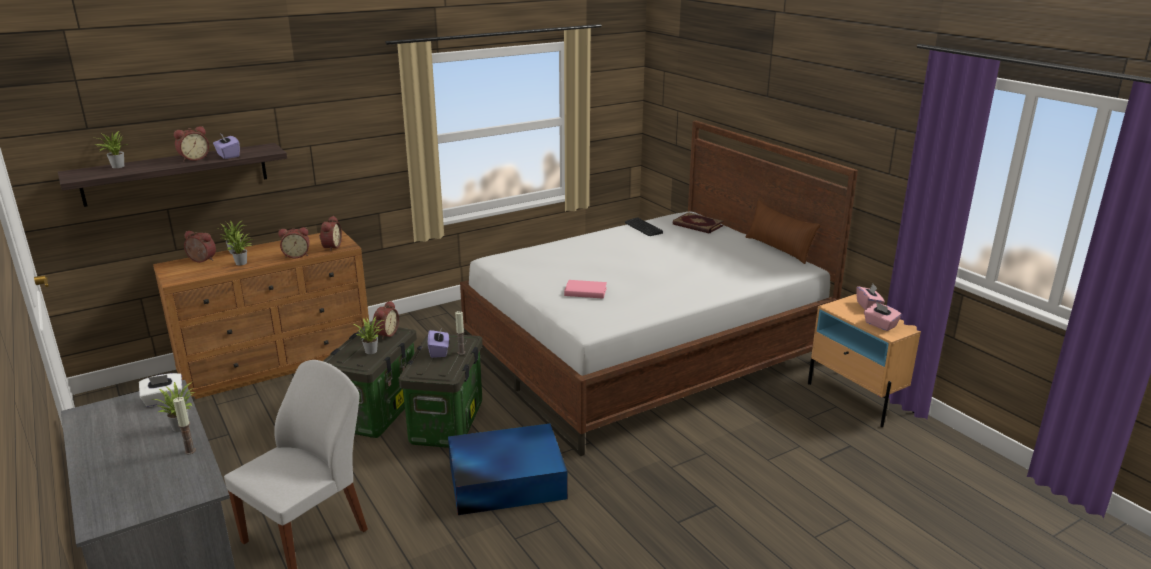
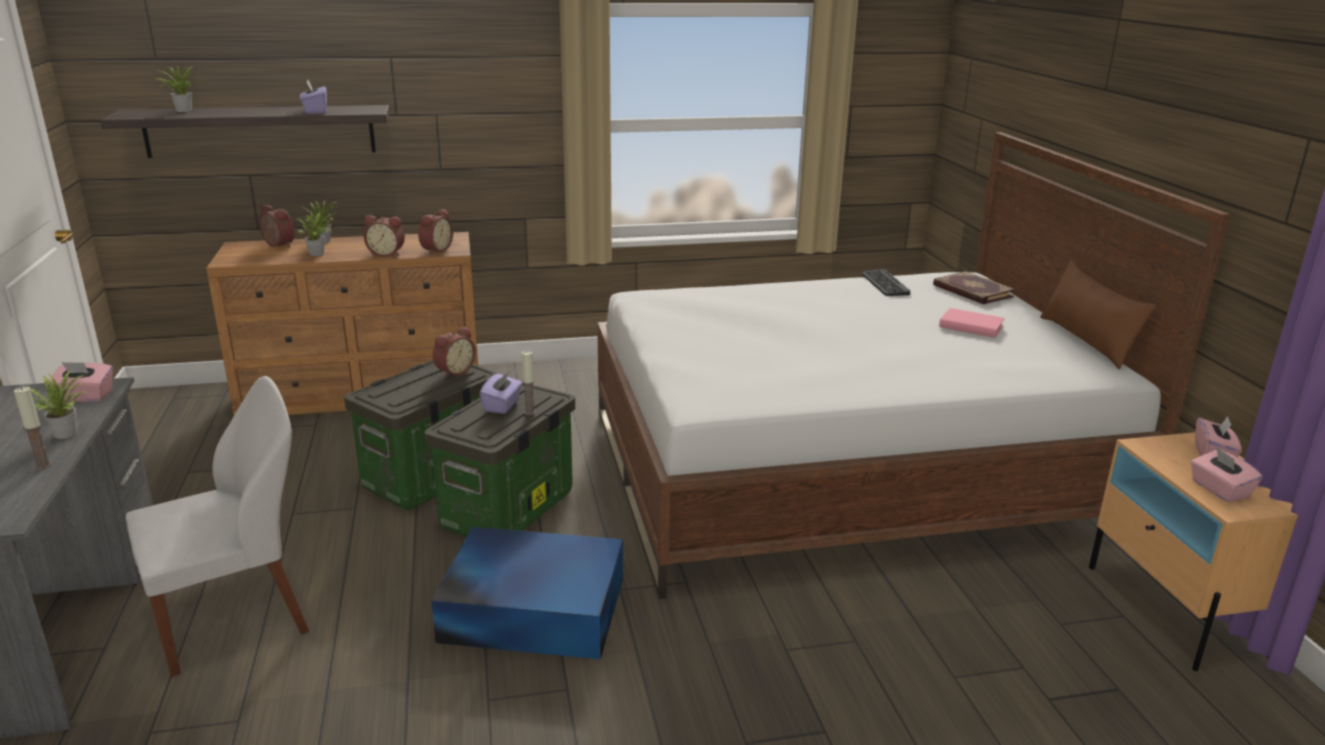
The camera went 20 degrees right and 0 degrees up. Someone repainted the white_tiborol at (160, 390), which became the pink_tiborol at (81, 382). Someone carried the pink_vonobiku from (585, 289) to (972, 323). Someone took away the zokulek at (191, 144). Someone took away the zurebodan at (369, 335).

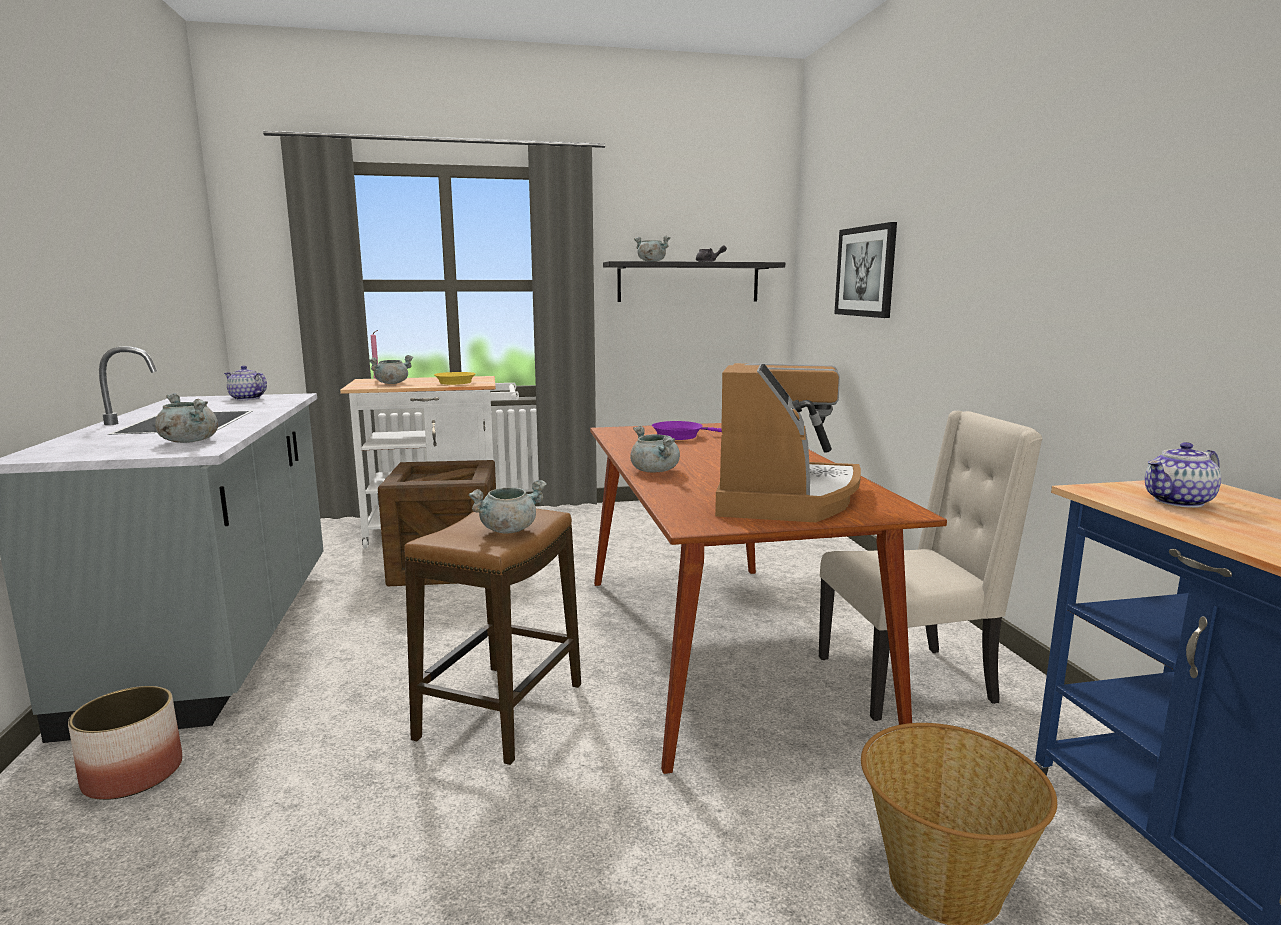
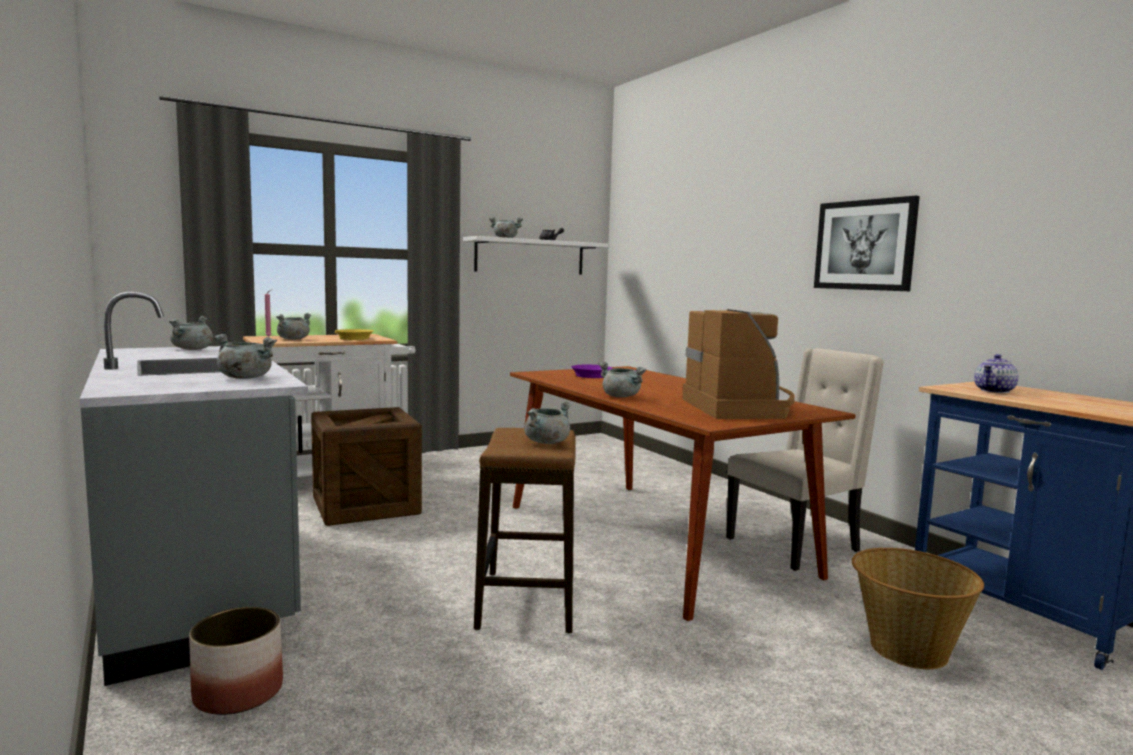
The camera went 20 degrees left and 5 degrees down. Someone swapped the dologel at (245, 382) for the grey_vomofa at (191, 333). Someone repainted the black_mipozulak at (694, 281), which became the white_mipozulak at (536, 255). Someone carried the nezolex from (865, 270) to (867, 243).

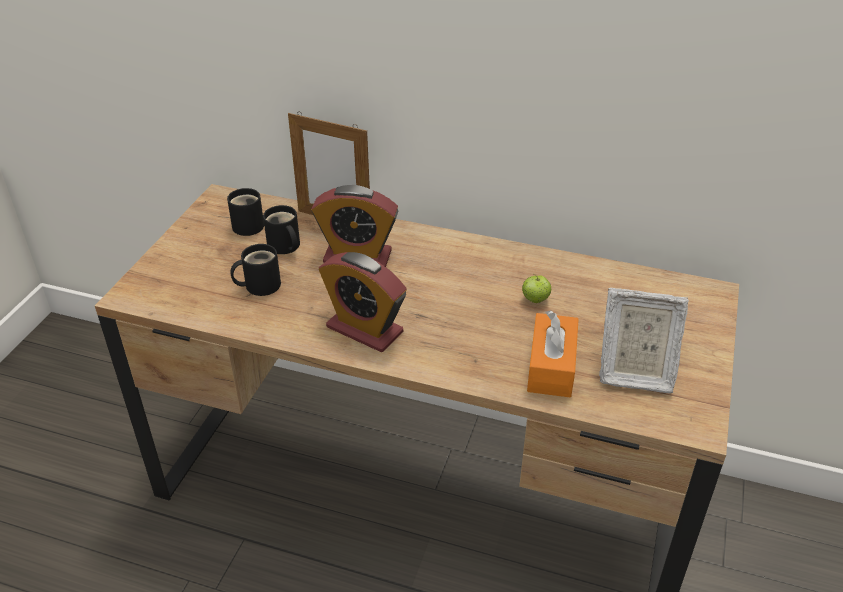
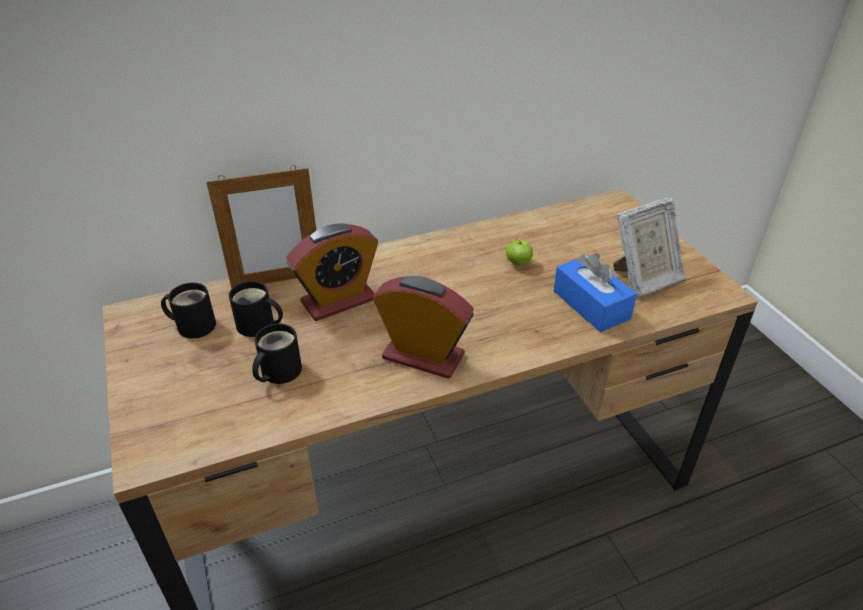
The camera went 40 degrees left and 0 degrees up. Someone rotated the zokulek at (363, 302) by 150 degrees counterclockwise. Someone repainted the orange_tiborol at (553, 353), which became the blue_tiborol at (595, 292).

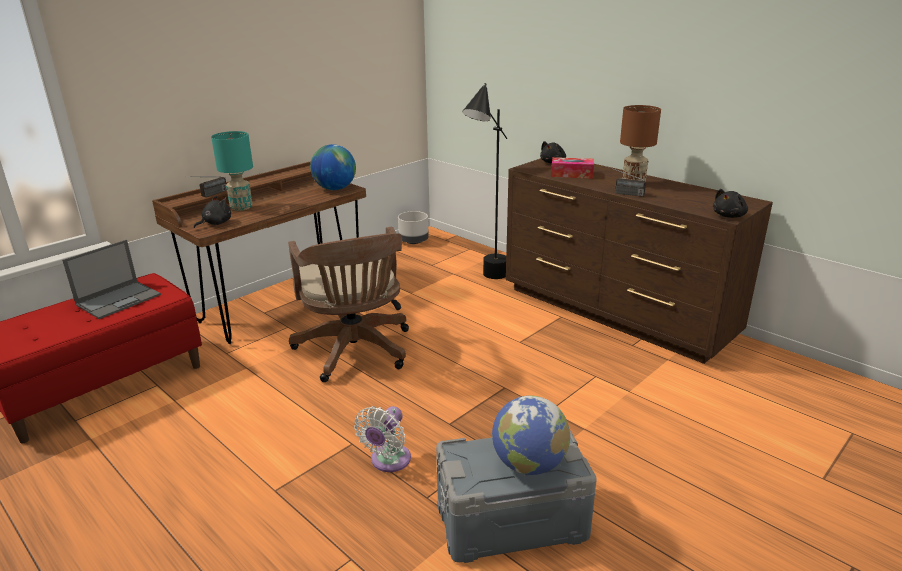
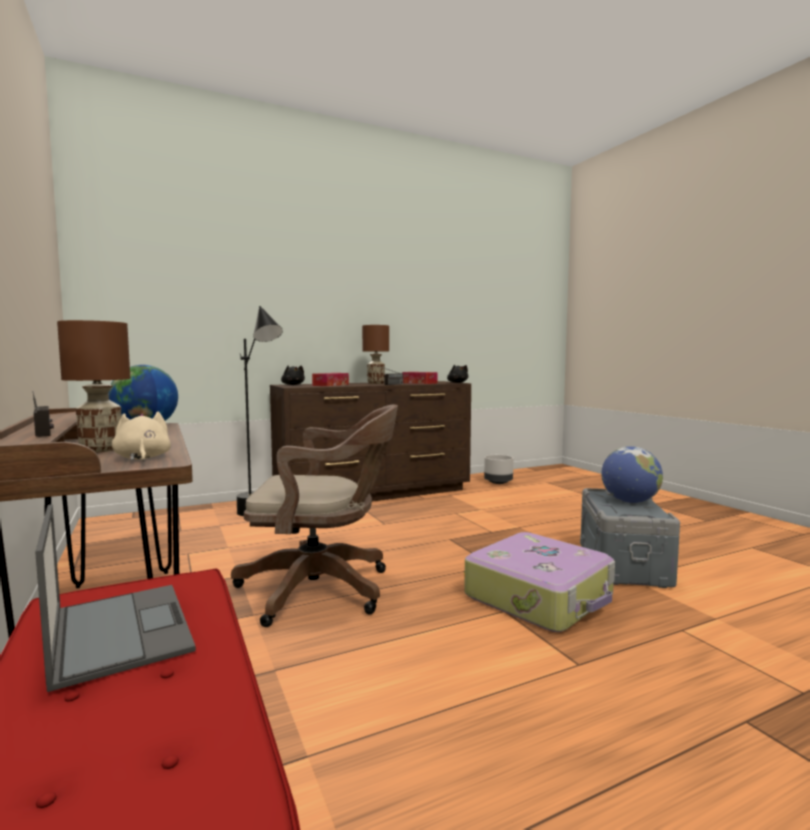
The camera went 70 degrees left and 20 degrees down. Someone repainted the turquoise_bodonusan at (232, 171), which became the brown_bodonusan at (94, 386). Someone repainted the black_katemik at (212, 212), which became the beige_katemik at (141, 437). Someone put down the tiborol at (419, 378). Someone swapped the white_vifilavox at (382, 439) for the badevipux at (539, 582). Someone carried the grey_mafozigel from (413, 227) to (498, 469).

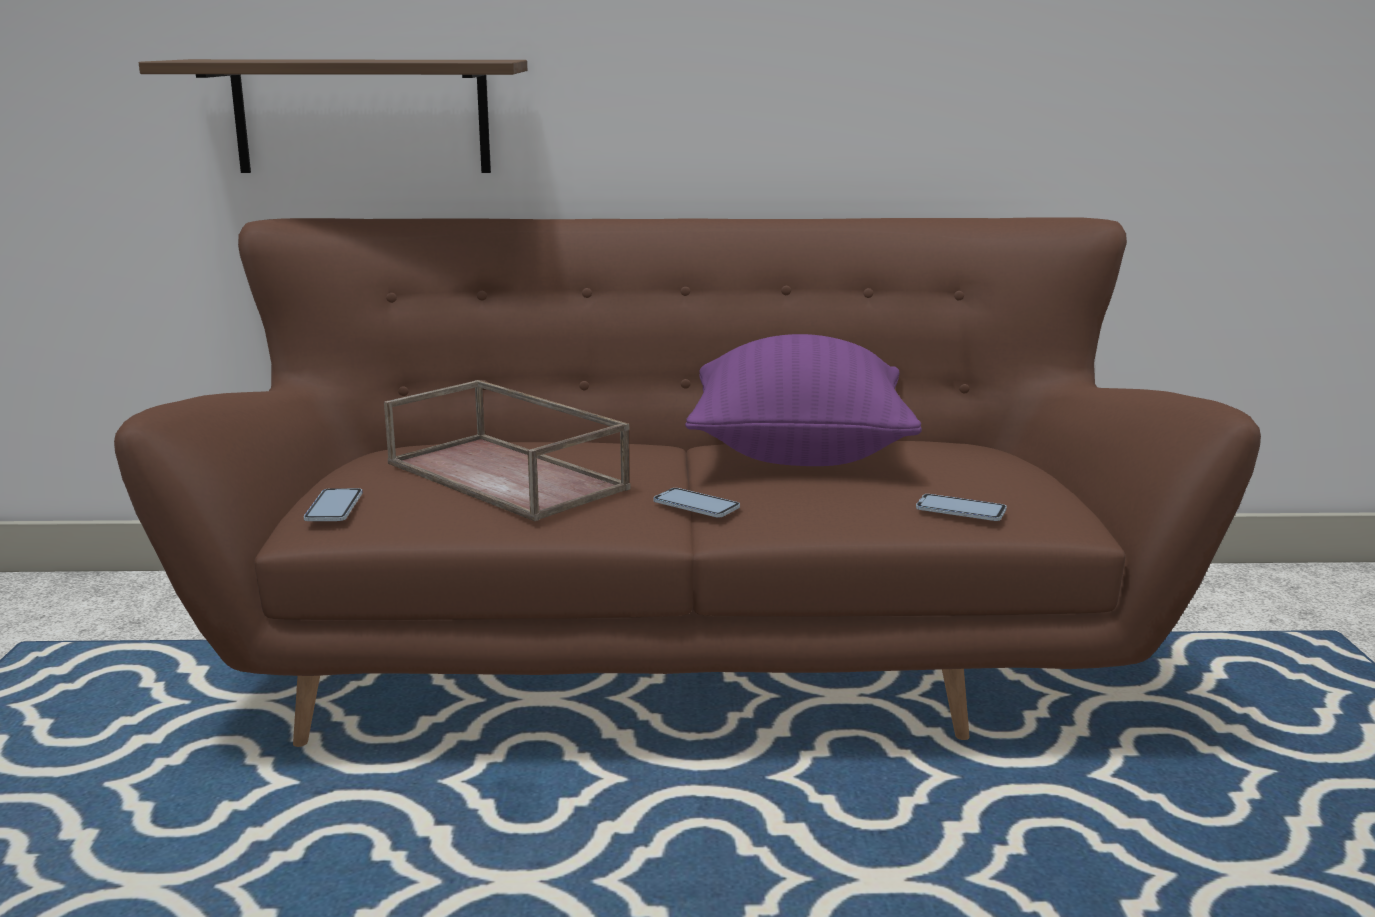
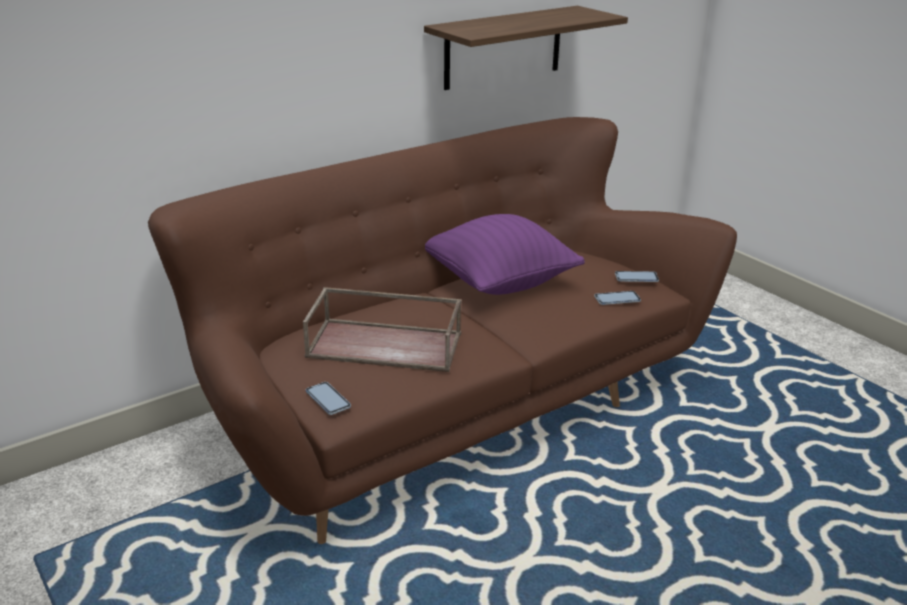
The camera went 35 degrees left and 10 degrees up. Someone carried the mipozulak from (333, 116) to (526, 48). Someone carried the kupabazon from (696, 503) to (637, 276).

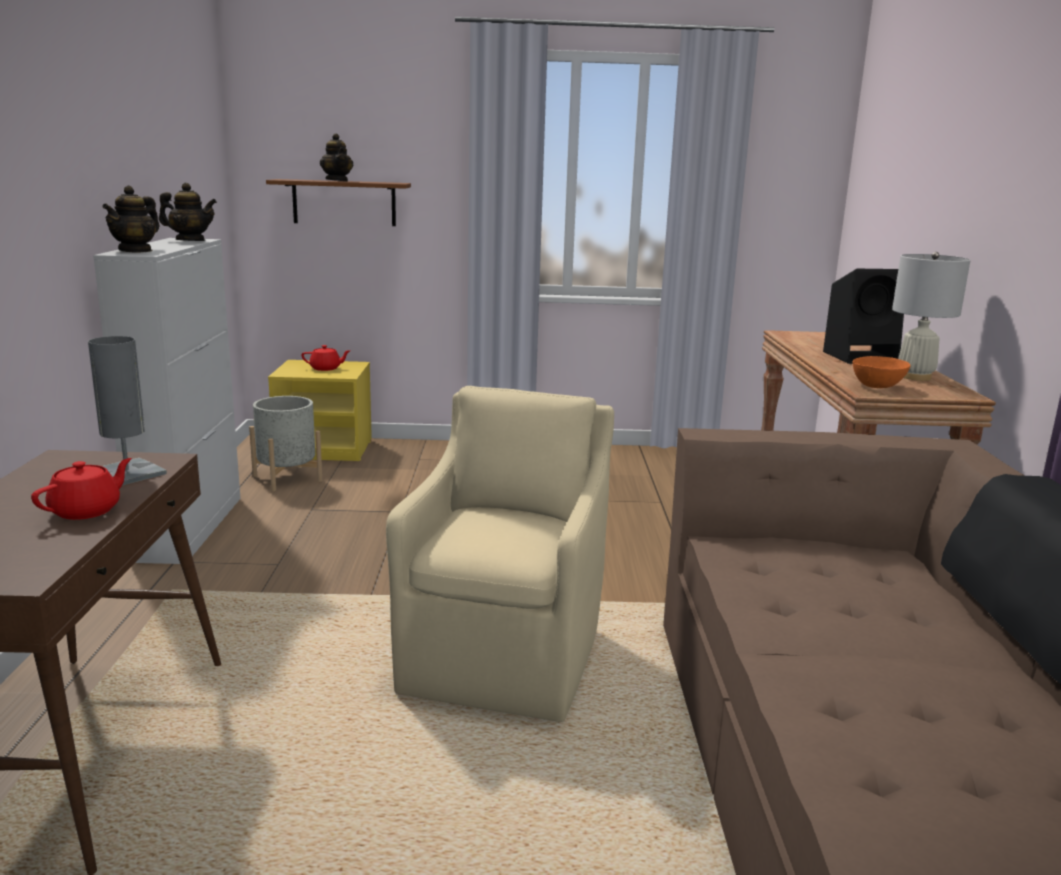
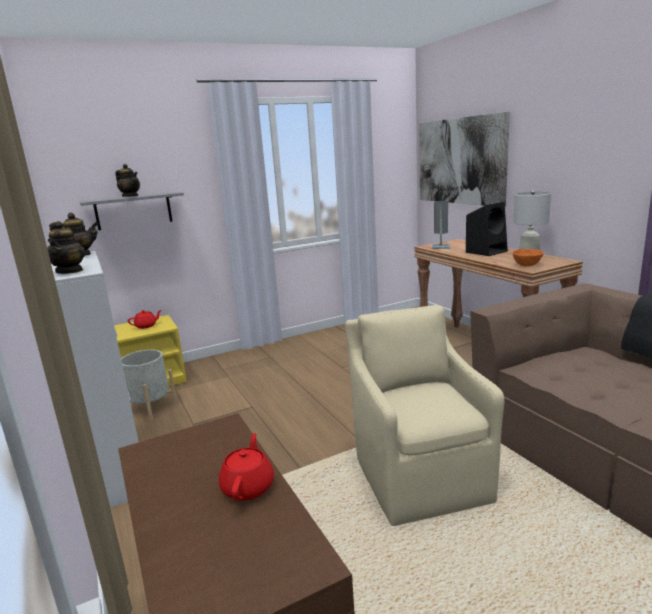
The camera went 25 degrees left and 0 degrees up. Someone repainted the brown_mipozulak at (338, 202), which became the grey_mipozulak at (132, 211). Someone put up the nezolex at (464, 159). Someone carried the grey_bodonusan from (127, 410) to (441, 225).

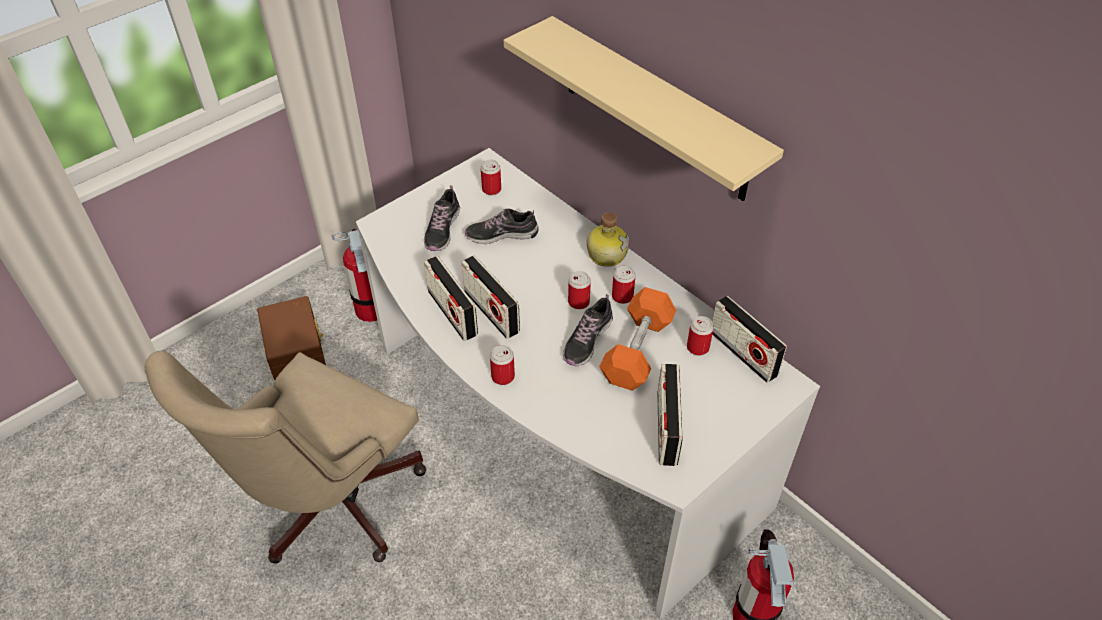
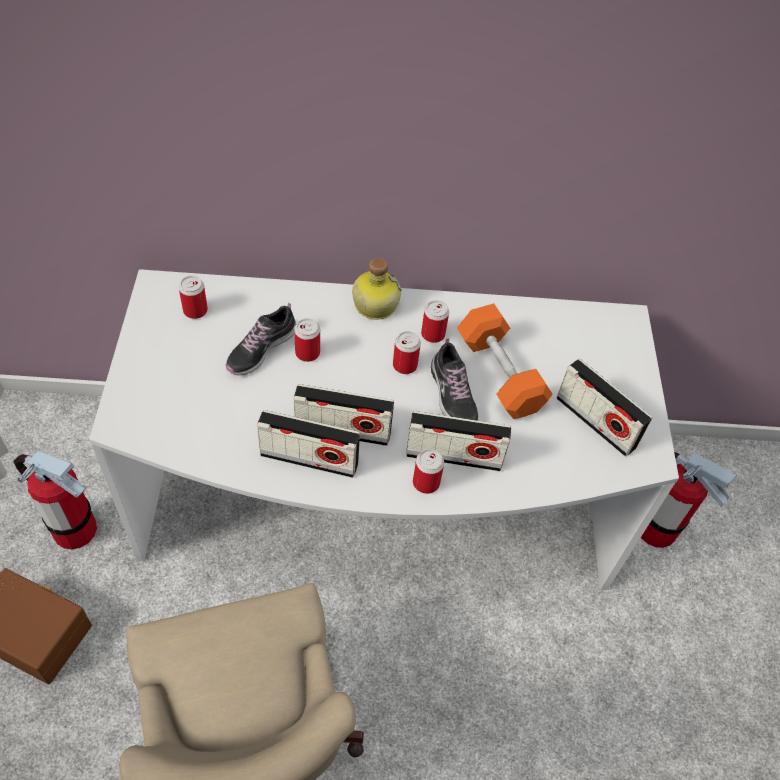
The camera went 50 degrees left and 5 degrees up. Someone carried the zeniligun from (700, 335) to (307, 340). Someone carried the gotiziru from (749, 339) to (458, 441). Someone took away the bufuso at (442, 218). Someone took away the beige_mipozulak at (644, 108).

